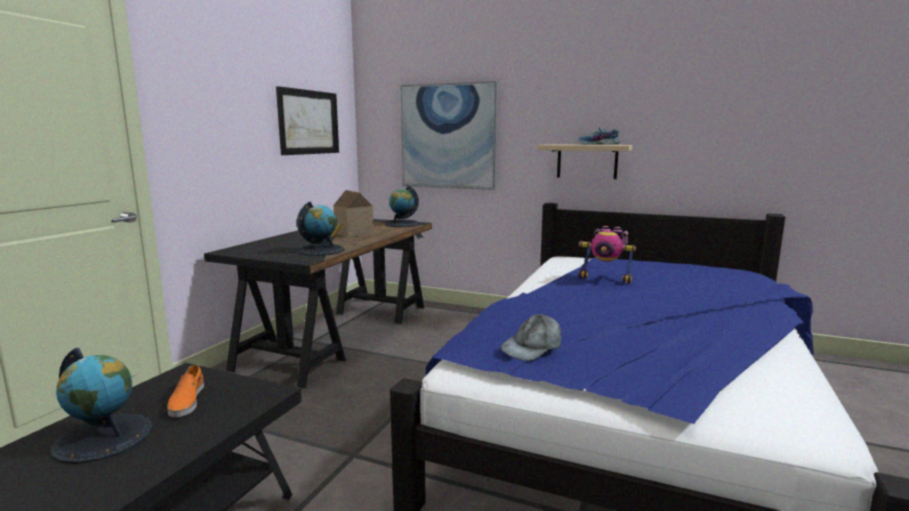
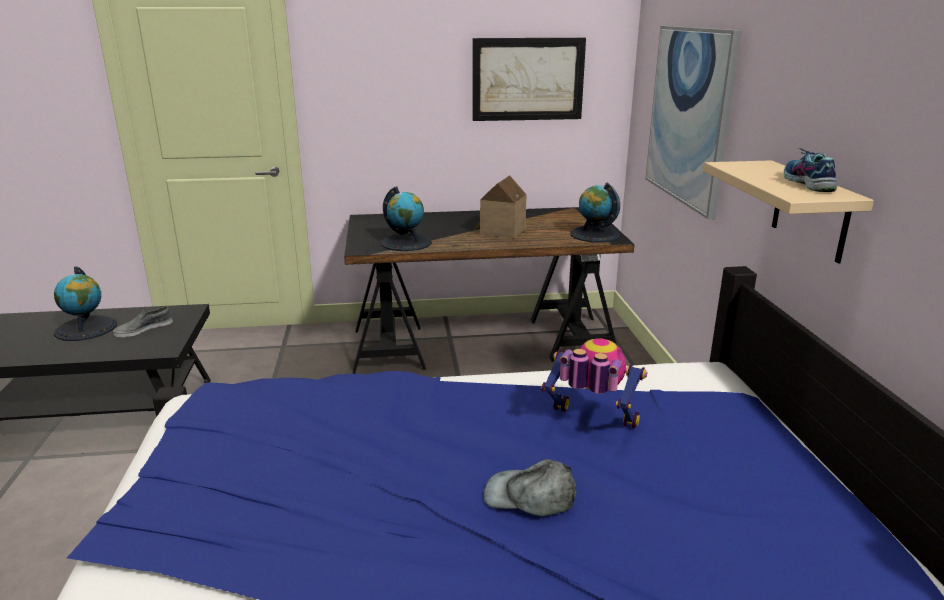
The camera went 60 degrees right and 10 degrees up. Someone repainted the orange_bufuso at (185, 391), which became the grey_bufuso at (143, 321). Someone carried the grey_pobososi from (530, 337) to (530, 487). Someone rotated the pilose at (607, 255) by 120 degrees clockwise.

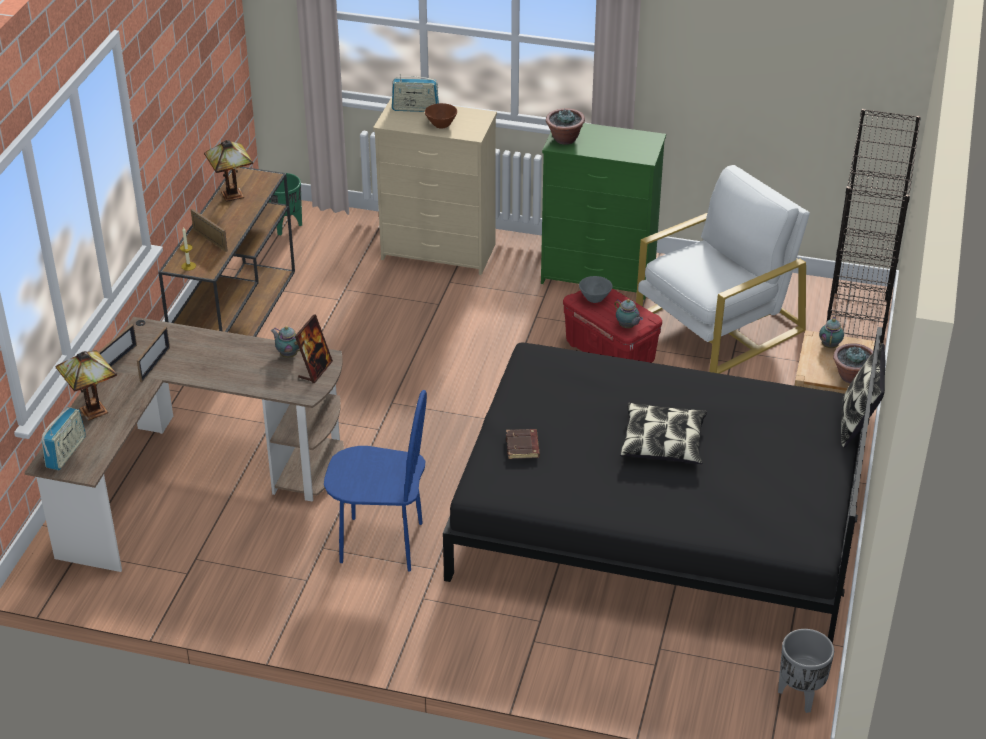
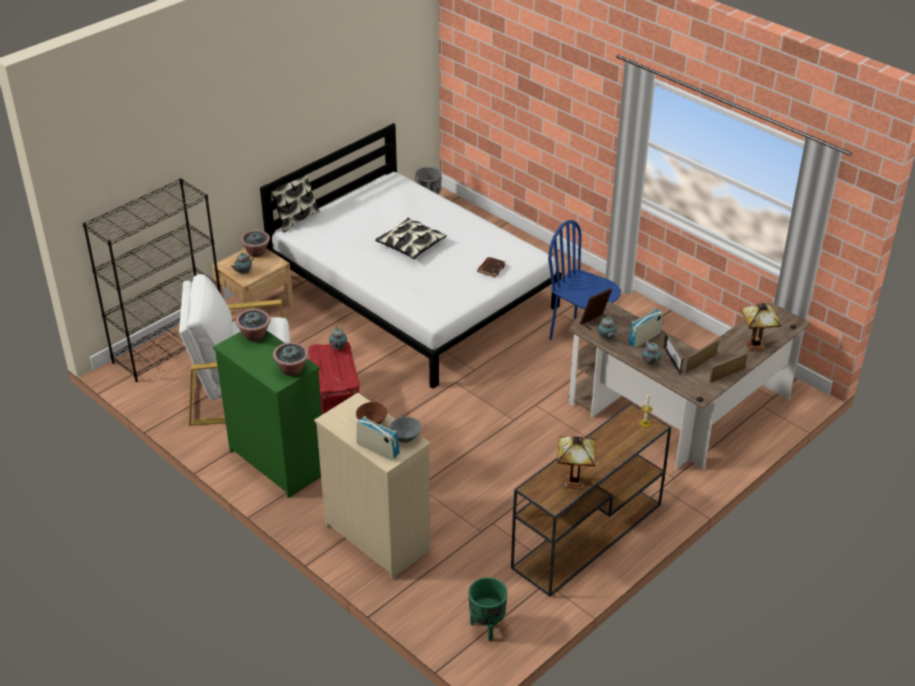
The camera went 150 degrees left and 0 degrees up. Someone put down the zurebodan at (253, 325). Someone repainted the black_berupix at (663, 485), which became the white_berupix at (411, 256). Someone carried the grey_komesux from (596, 289) to (405, 430). Someone carried the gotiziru from (63, 438) to (645, 327). Someone put down the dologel at (651, 353). Someone carried the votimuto from (209, 230) to (673, 353).

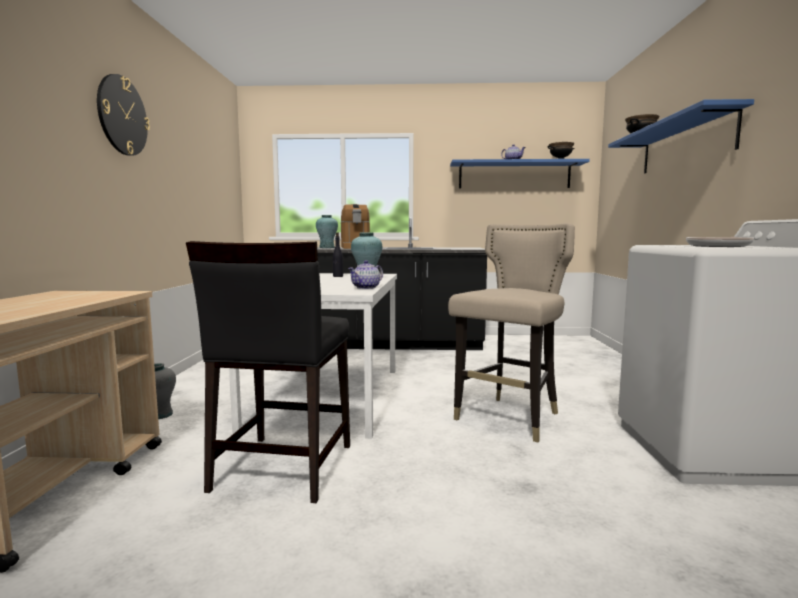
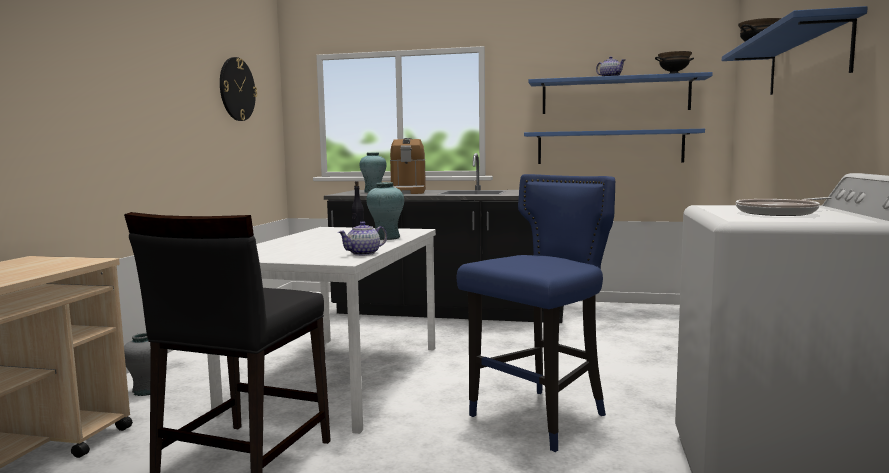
The camera went 10 degrees right and 0 degrees up. Someone carried the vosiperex from (123, 115) to (238, 89). Someone repainted the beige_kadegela at (511, 333), which became the blue_kadegela at (536, 313). Someone put up the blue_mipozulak at (614, 146).

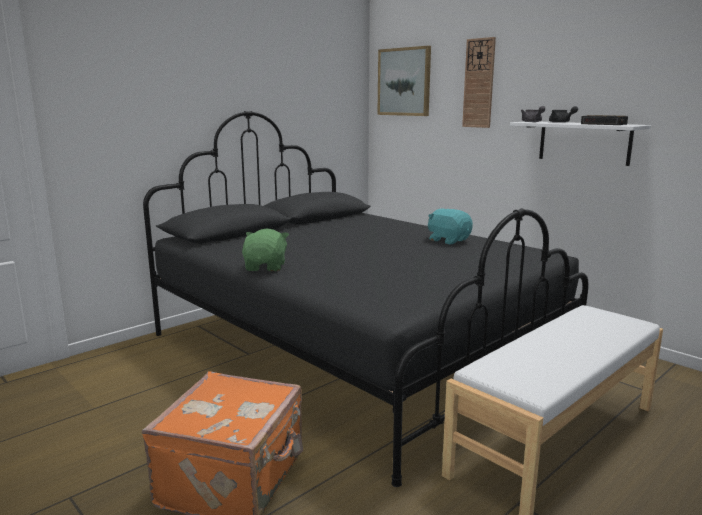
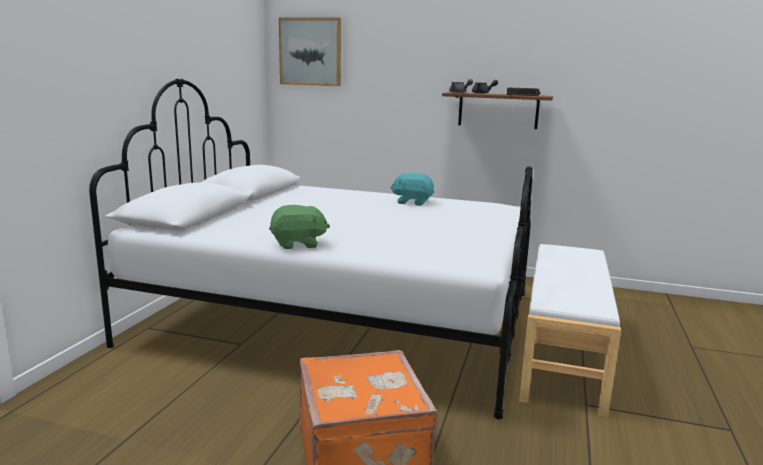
The camera went 30 degrees left and 0 degrees up. Someone repainted the black_berupix at (366, 299), which became the white_berupix at (311, 249). Someone rotated the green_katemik at (265, 249) by 105 degrees clockwise. Someone repainted the white_mipozulak at (580, 144), which became the brown_mipozulak at (497, 110). Someone took away the vosiperex at (479, 82).

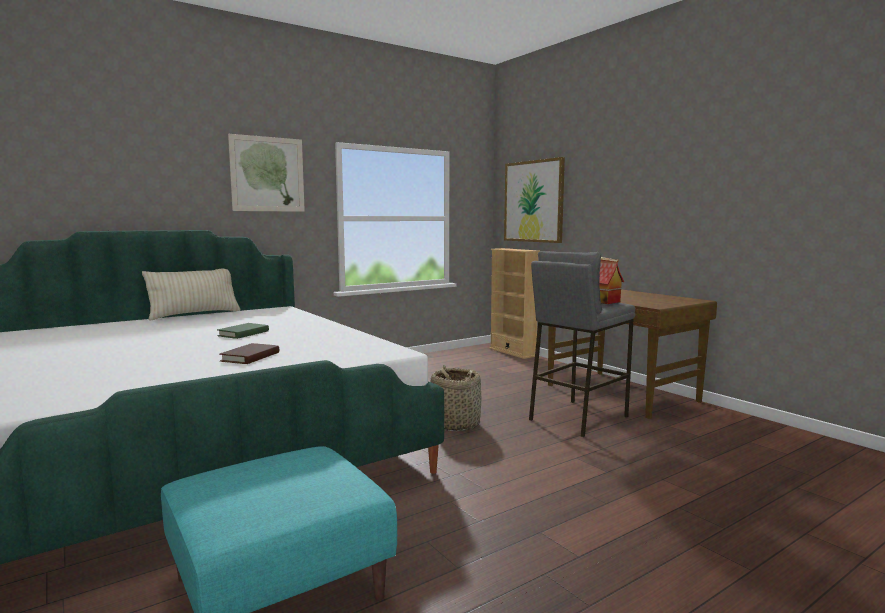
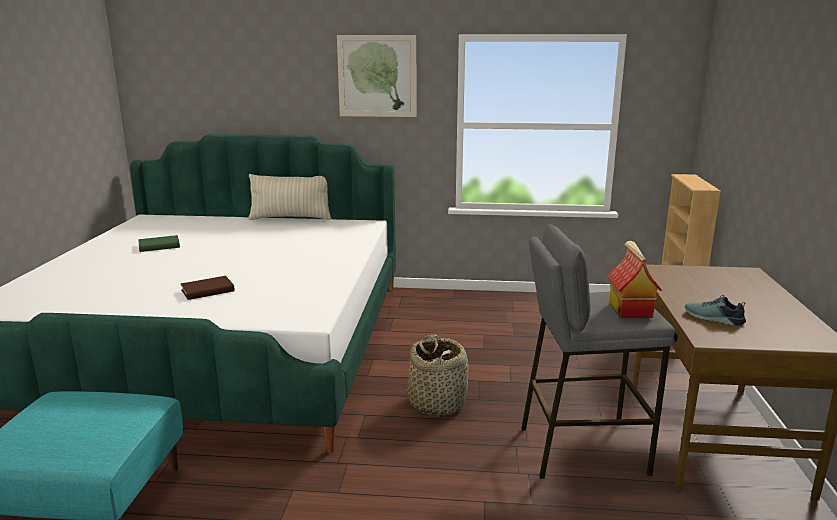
The camera went 40 degrees right and 10 degrees up. Someone carried the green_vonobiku from (243, 331) to (159, 243). Someone put down the bufuso at (715, 310). Someone took away the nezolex at (534, 200).

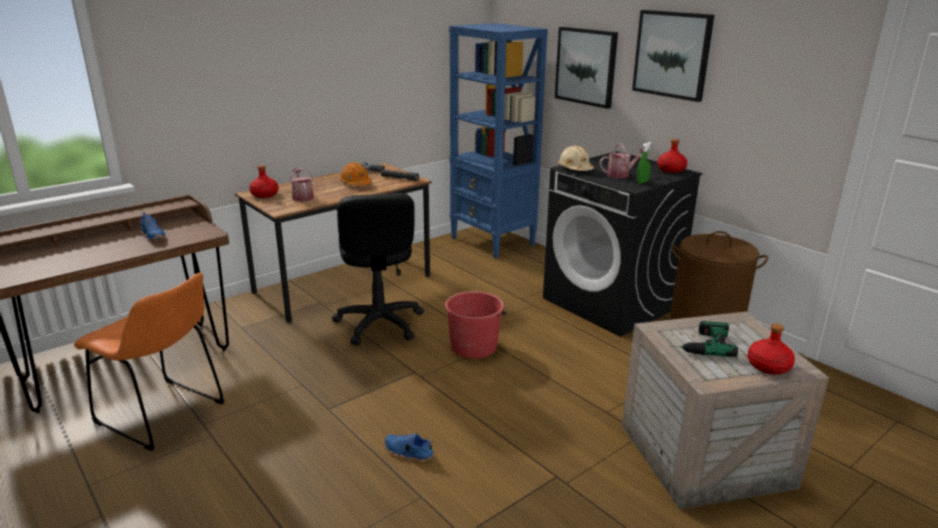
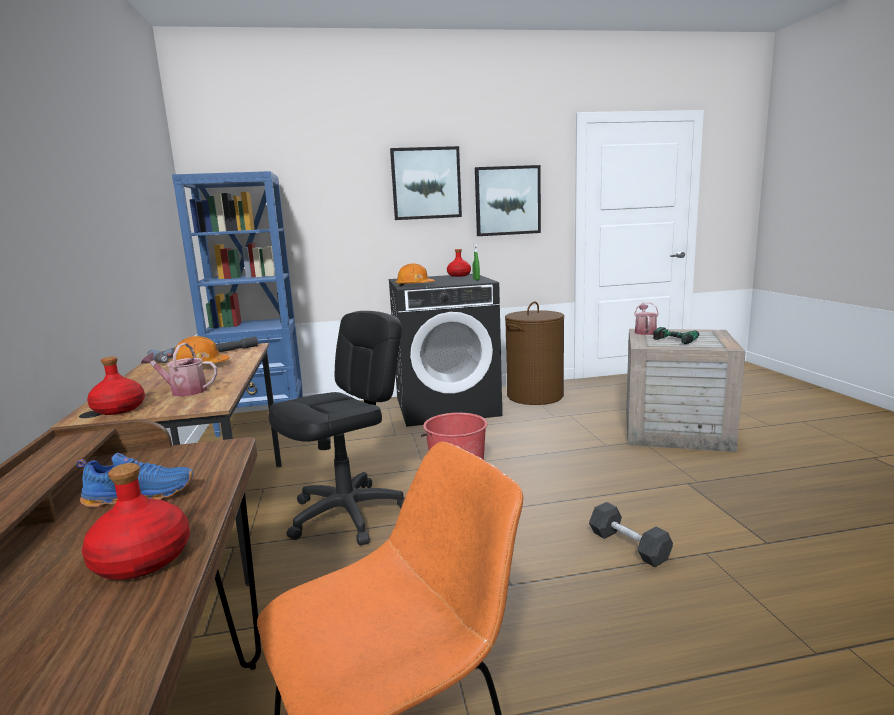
The camera went 60 degrees left and 10 degrees down. Someone carried the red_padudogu from (771, 349) to (136, 521). Someone rotated the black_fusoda at (378, 269) by 60 degrees counterclockwise. Someone repainted the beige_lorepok at (576, 158), which became the orange_lorepok at (415, 275). Someone carried the nezolex from (586, 68) to (508, 200). Someone swapped the blue_bufuso at (410, 447) for the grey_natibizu at (631, 534). Someone carried the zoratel from (622, 160) to (646, 318).

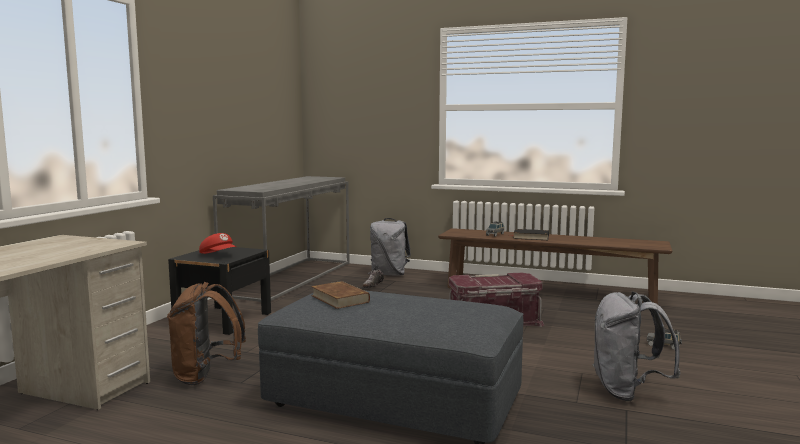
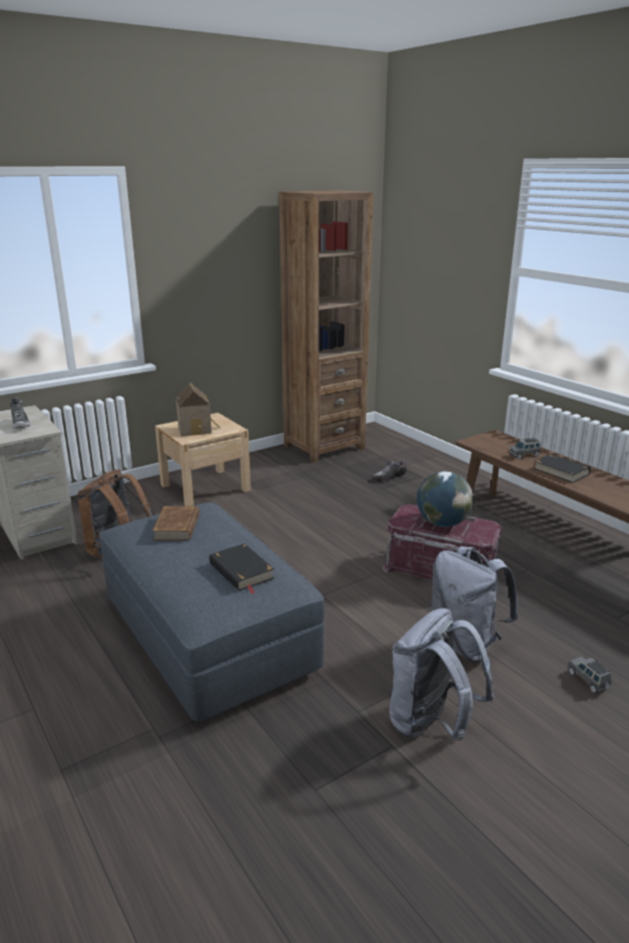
The camera went 35 degrees right and 15 degrees up. Someone put down the bufuso at (20, 413). Someone repainted the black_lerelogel at (219, 291), which became the beige_lerelogel at (203, 459). Someone swapped the red_pobososi at (217, 243) for the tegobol at (198, 409). Someone put down the black_vonobiku at (242, 569). Someone swapped the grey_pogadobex at (281, 239) for the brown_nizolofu at (326, 326). Someone put down the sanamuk at (445, 499). Someone carried the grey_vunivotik from (390, 246) to (475, 604).

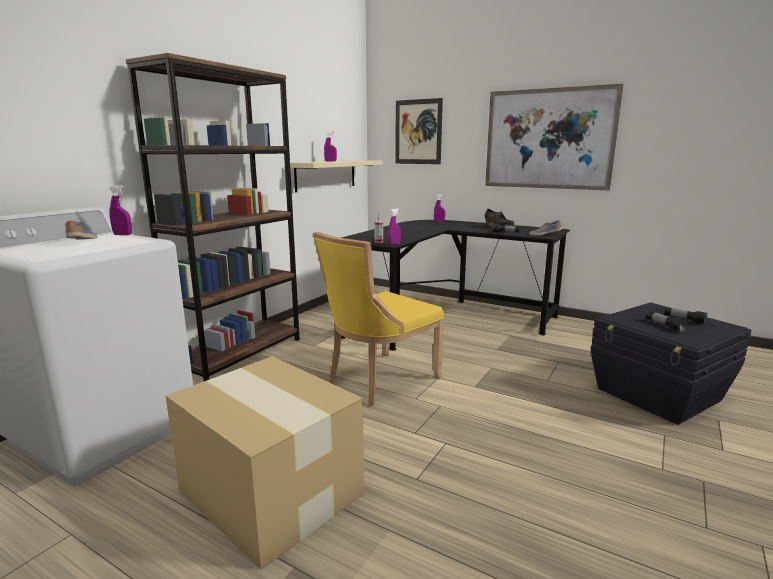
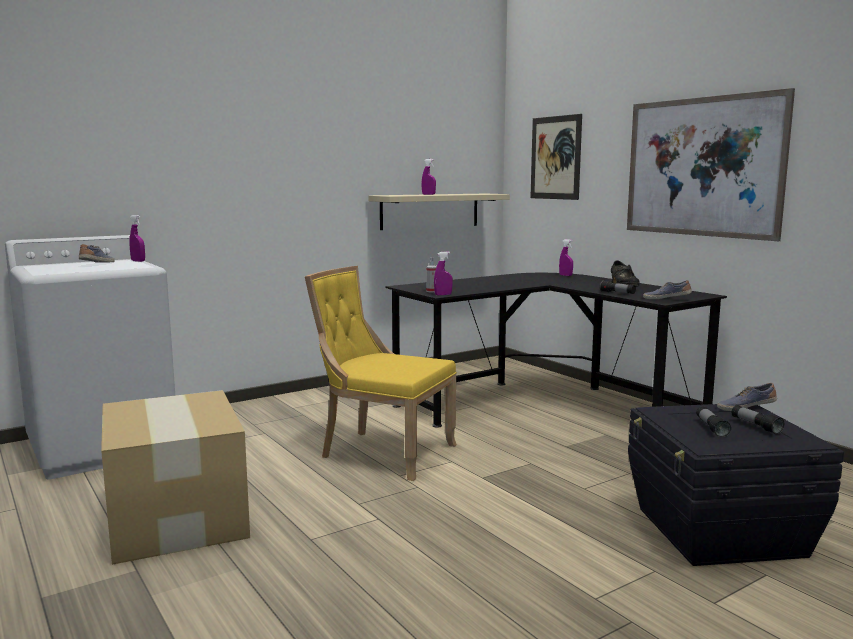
The camera went 25 degrees right and 5 degrees down. Someone rotated the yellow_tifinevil at (378, 319) by 45 degrees clockwise. Someone put down the bufuso at (747, 397). Someone took away the brown_nizolofu at (212, 217).

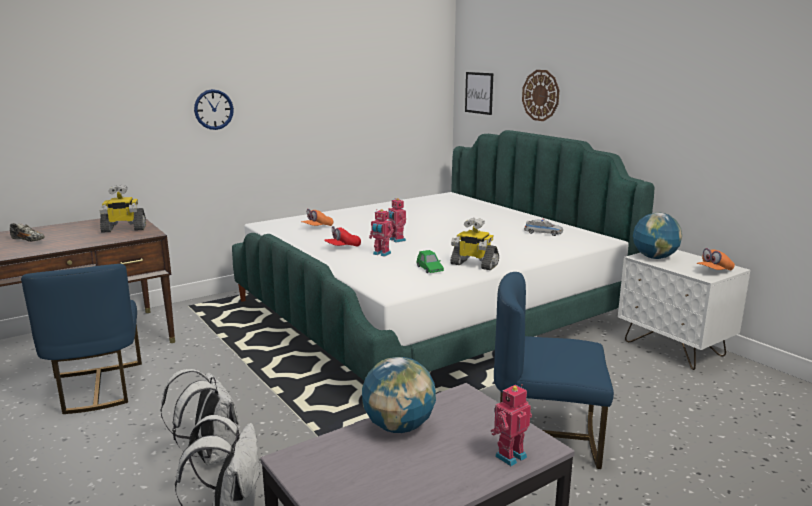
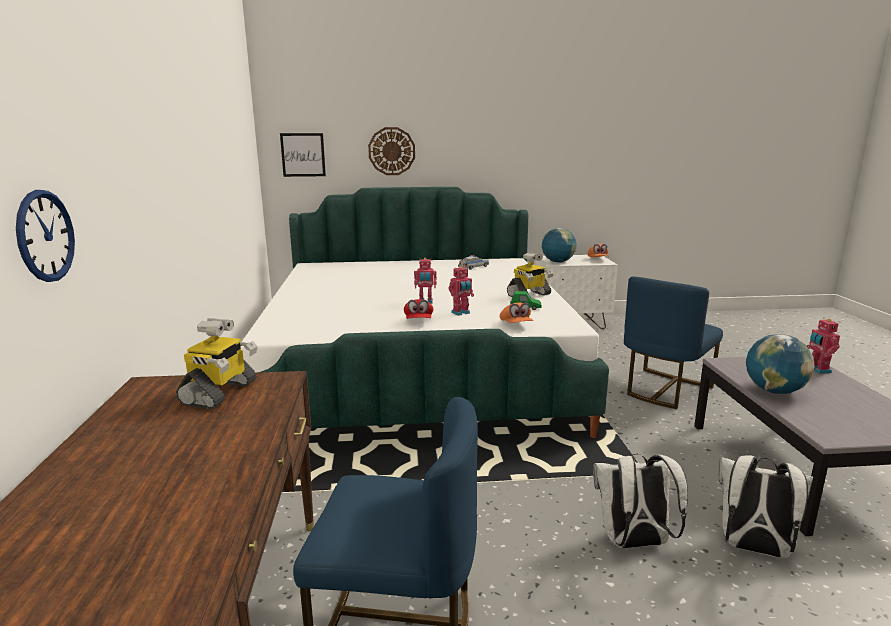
The camera went 60 degrees left and 0 degrees up. Someone carried the vosiperex from (214, 109) to (45, 236). Someone carried the orange_pobososi from (317, 217) to (517, 312). Someone took away the bufuso at (27, 232).

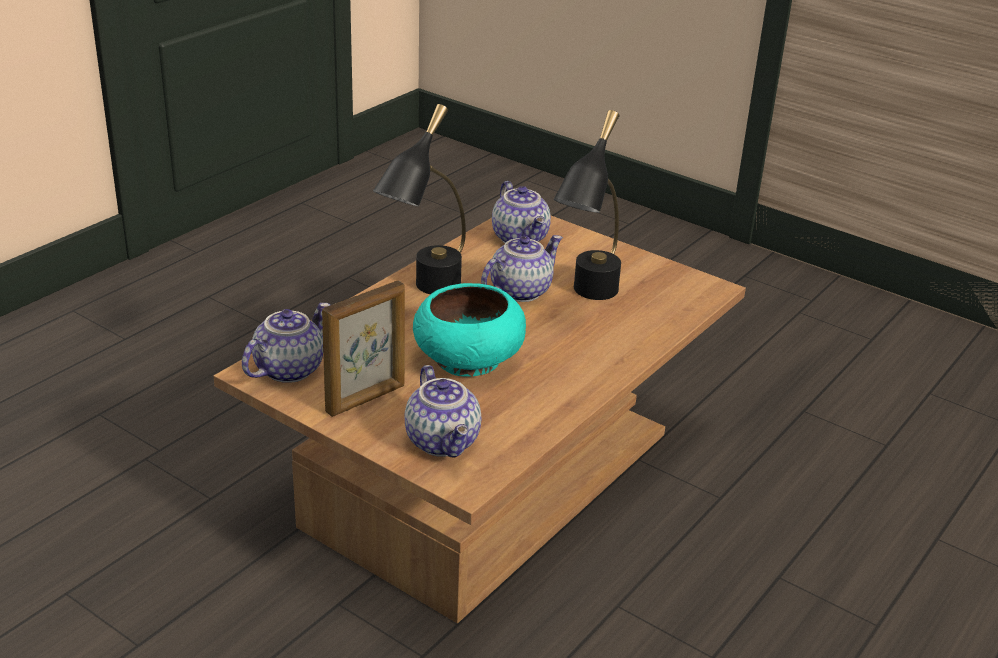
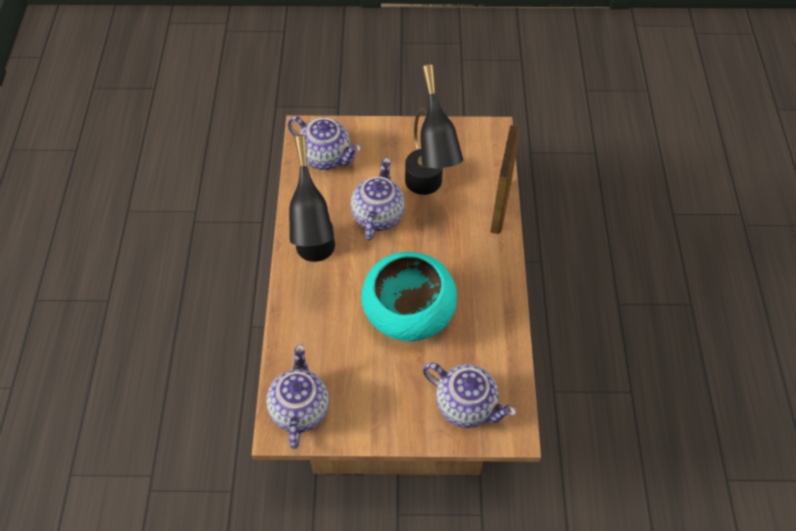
The camera went 35 degrees left and 25 degrees up. Someone carried the votimuto from (363, 349) to (505, 179).

